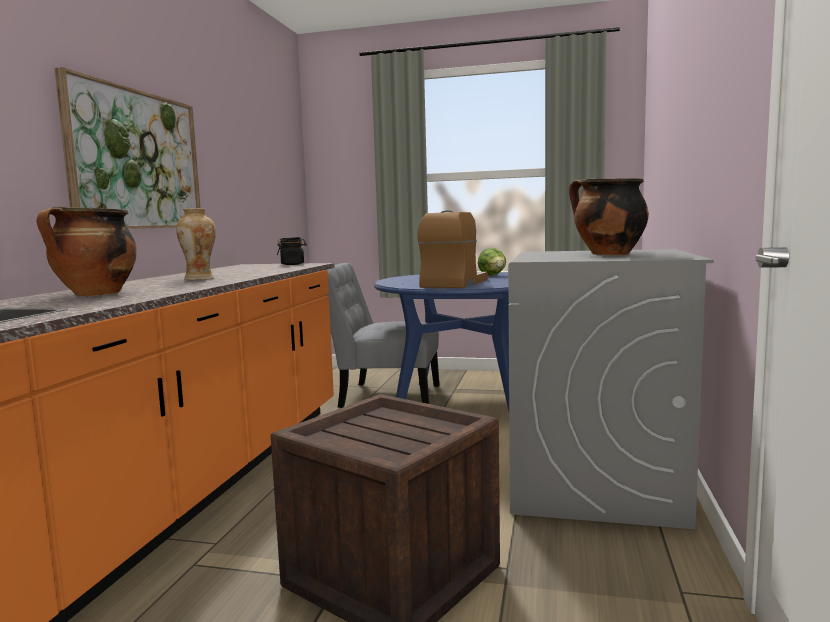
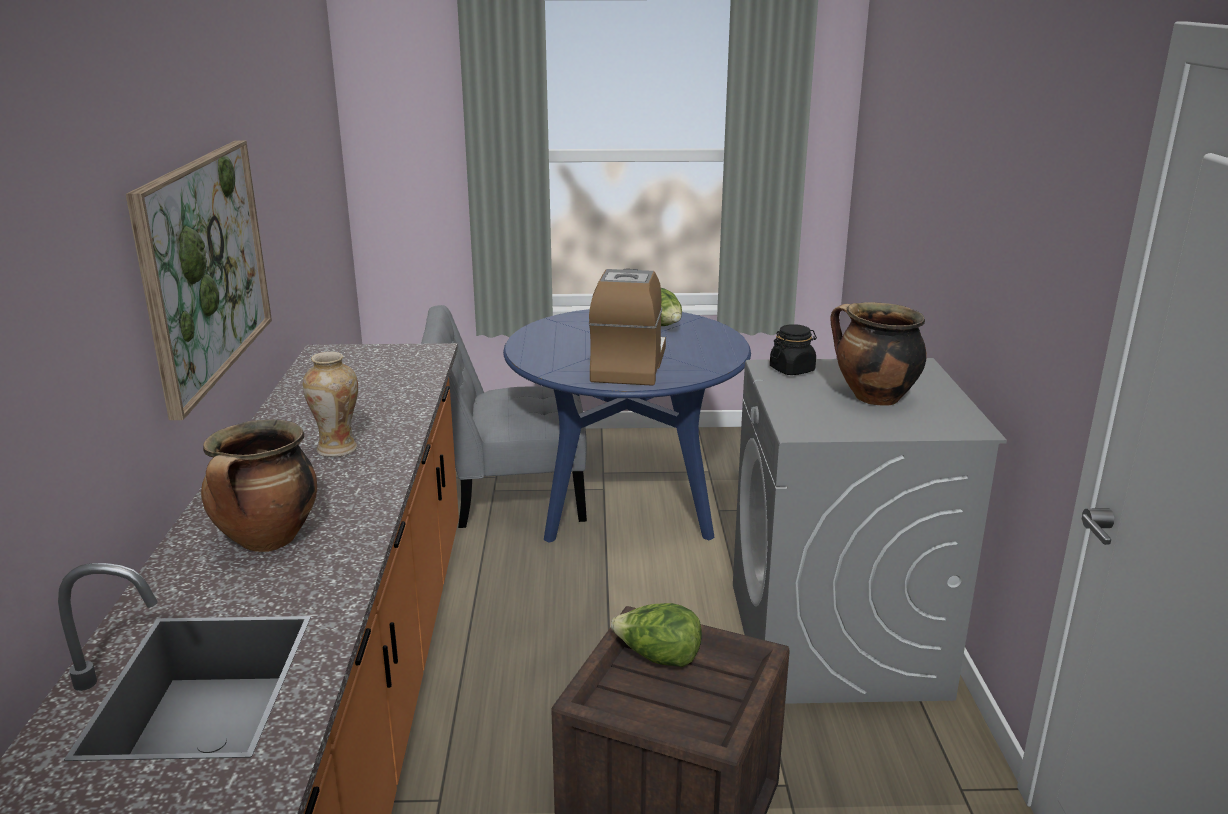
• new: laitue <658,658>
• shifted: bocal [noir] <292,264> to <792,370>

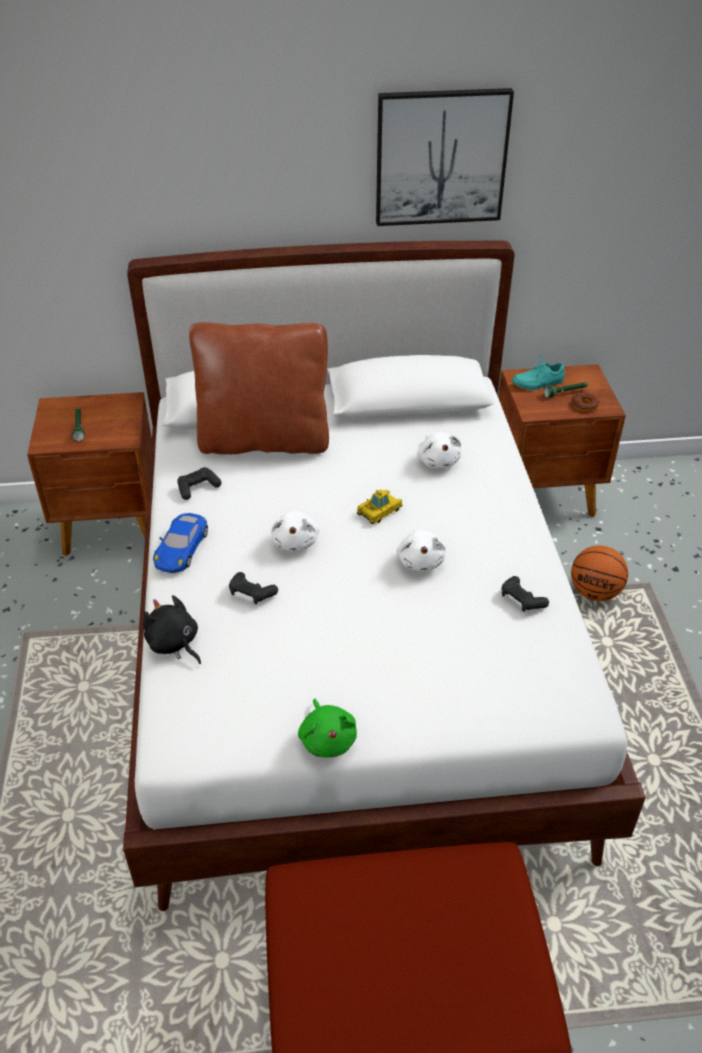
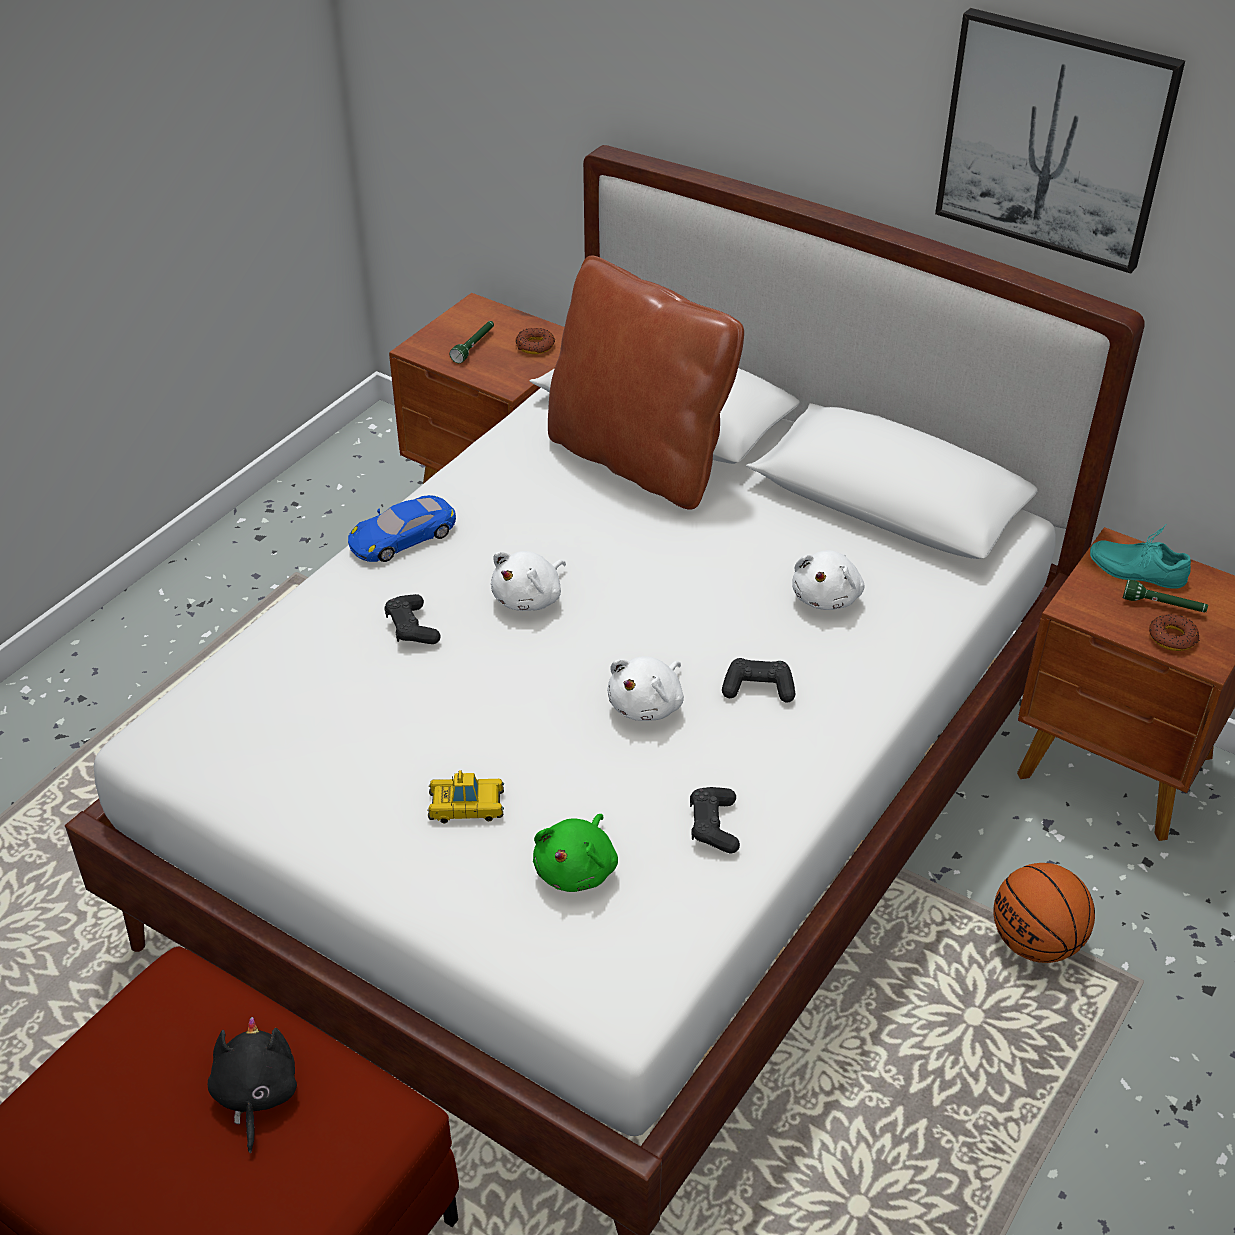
• new: beignet <535,346>
• shifted: peluche [noir] <174,644> to <255,1095>
• shifted: manette [noir] <198,488> to <758,688>
• shifted: peluche [vert] <327,739> to <577,869>
• shifted: petite voiture <379,511> to <466,806>

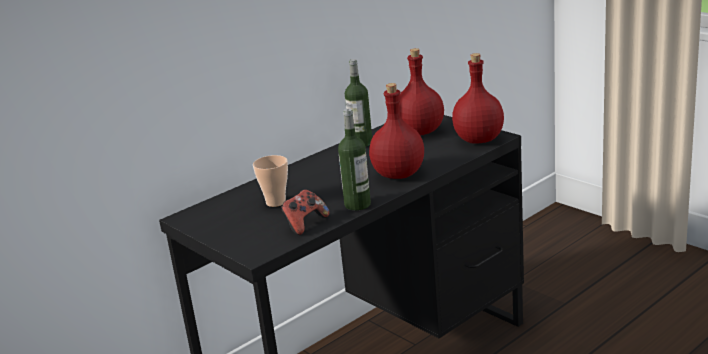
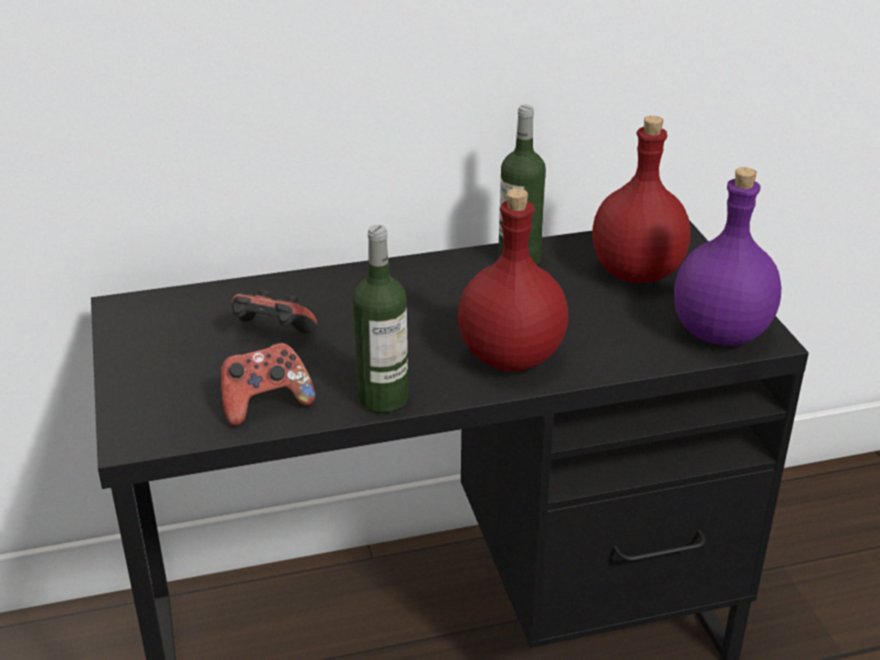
• swapped: tasse <276,202> to manette <272,335>
• repainted: bouteille [rouge] <478,140> to bouteille [violet] <719,333>

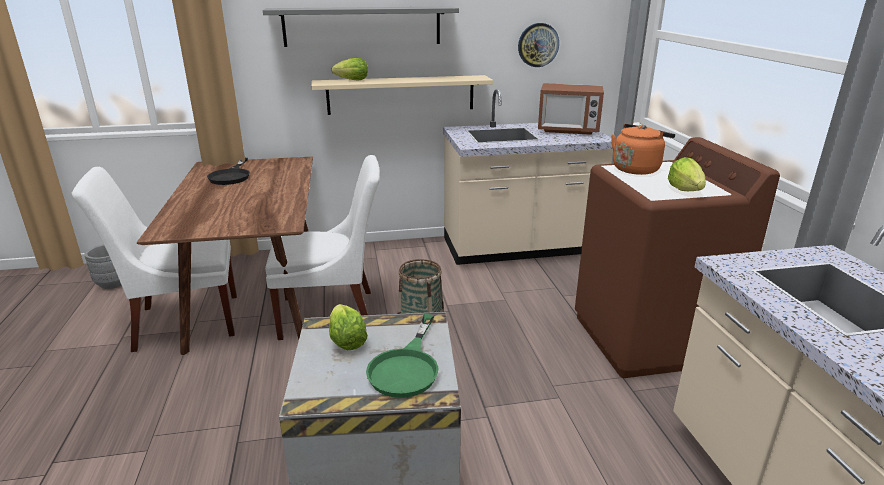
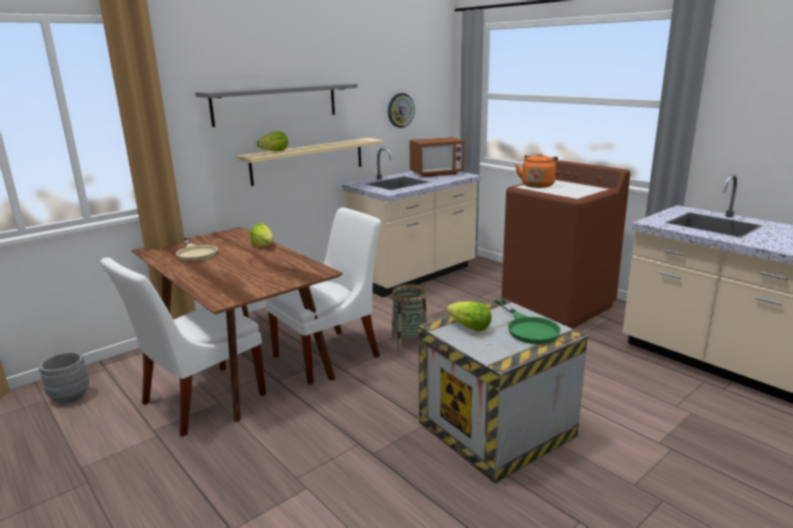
• shifted: laitue <685,190> to <264,245>
• repainted: poêle [noir] <231,176> to poêle [beige] <195,253>

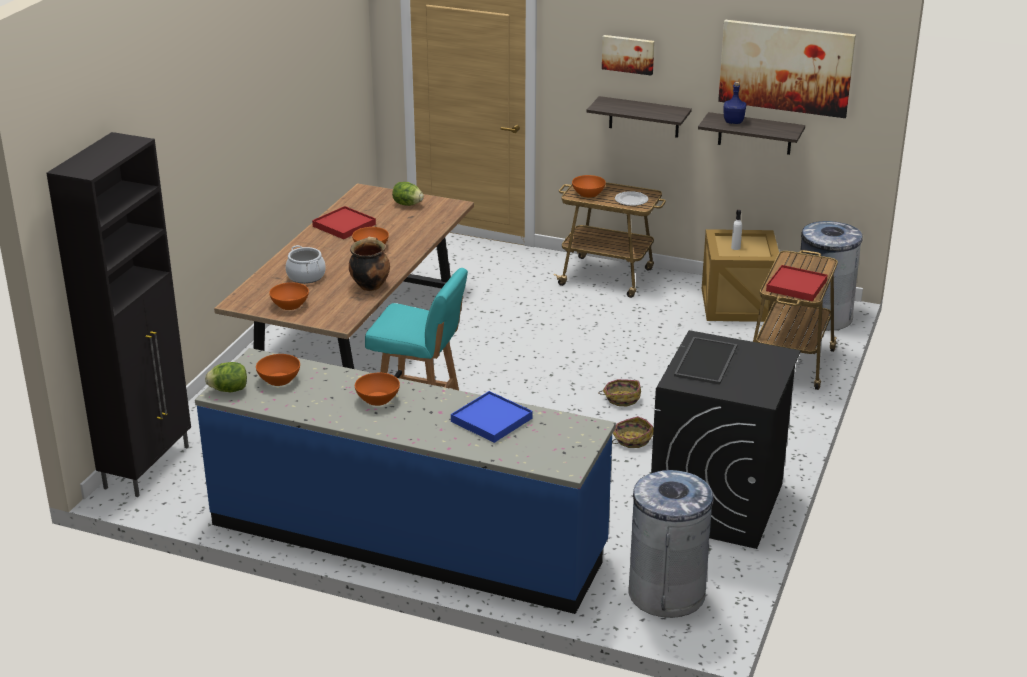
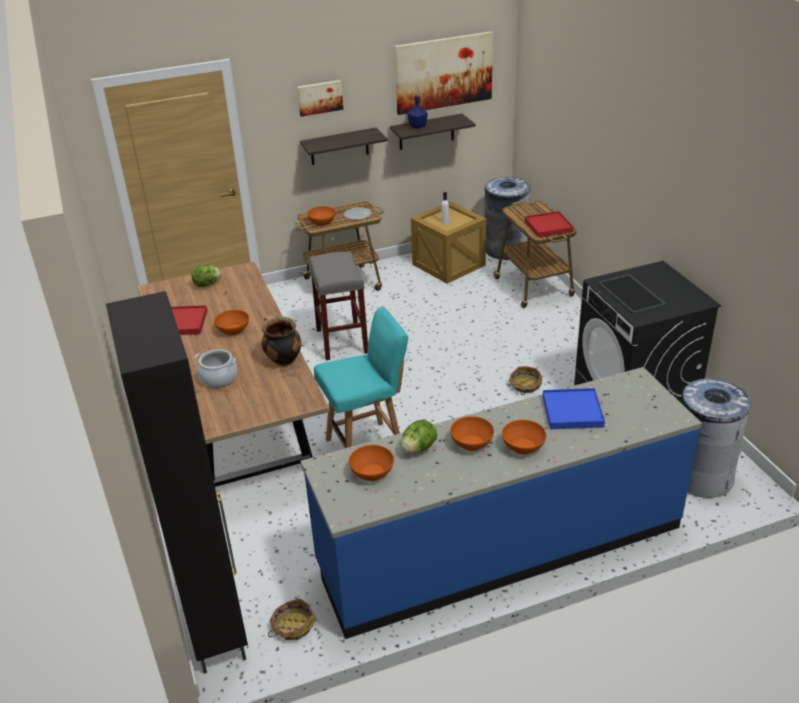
• new: tabouret [gris] <341,341>
• shifted: laitue <229,390> to <418,448>
• shifted: bol [orange] <290,305> to <523,446>
• shifted: panier <621,398> to <292,626>

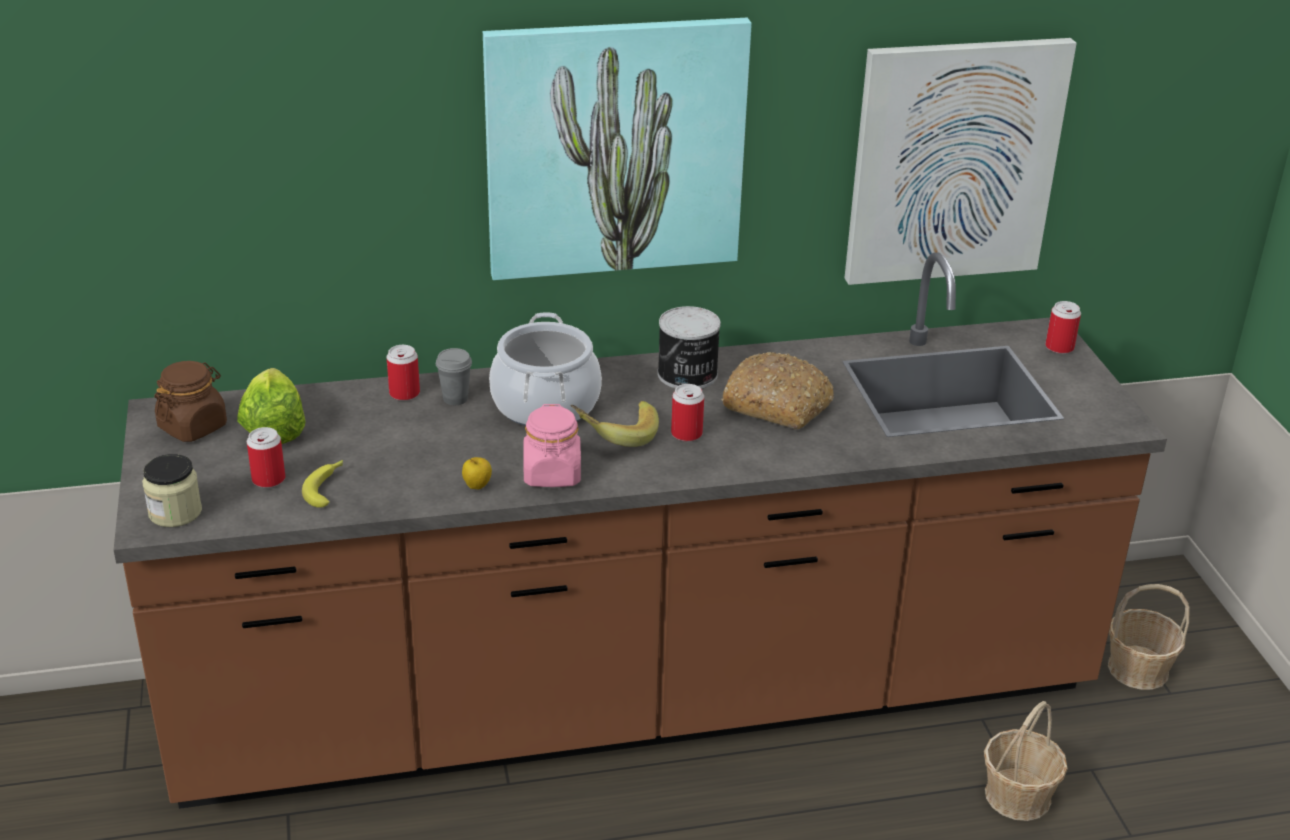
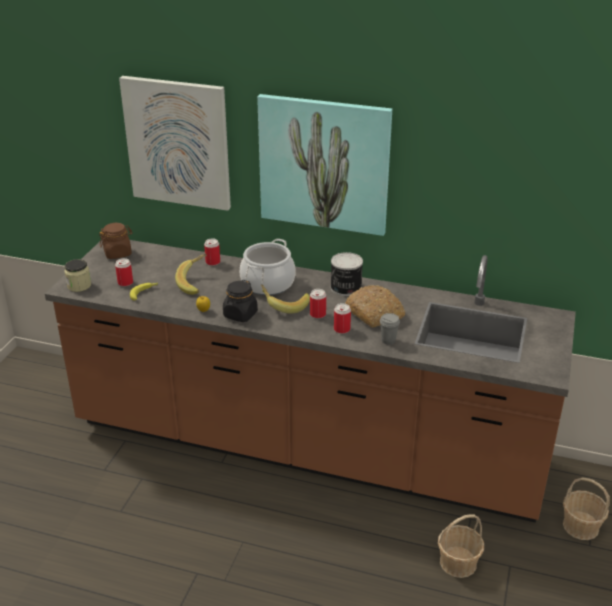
• gone: laitue <273,428>
• new: banane <196,283>
• shifted: tasse [gris] <455,399> to <388,340>
• shifted: tableau <953,161> to <178,143>
• shifted: boîte métallique <1059,347> to <342,329>
• repainted: bocal [rose] <552,474> to bocal [noir] <240,314>

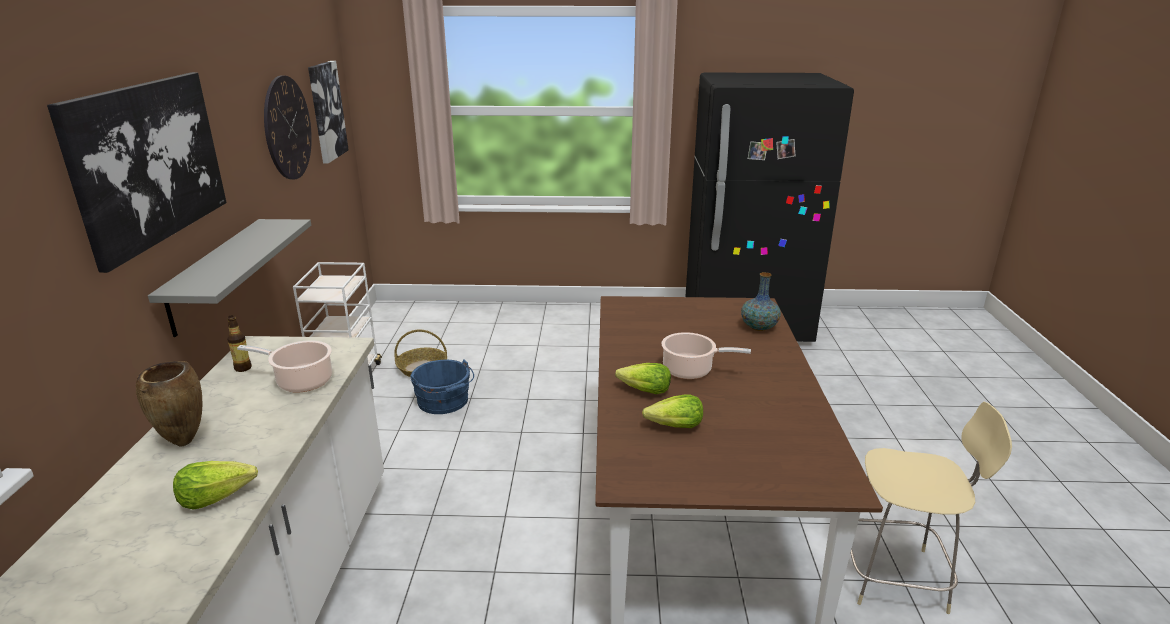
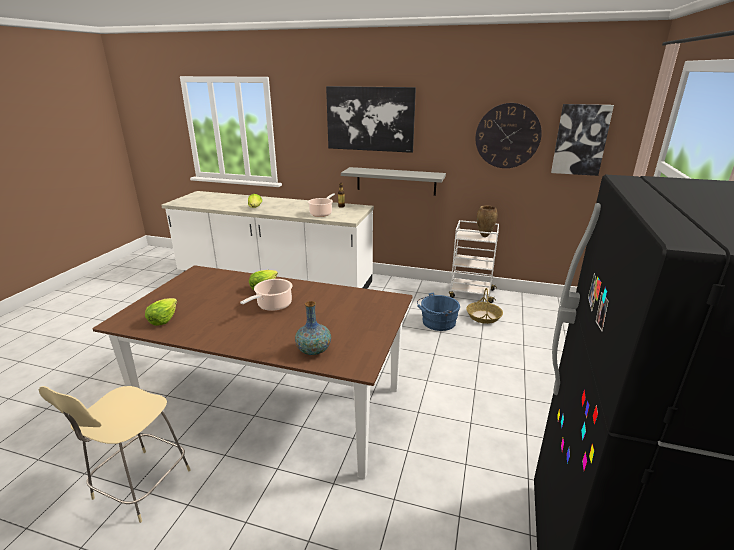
• shifted: vase [marron] <184,443> to <484,236>
• shifted: laitue <675,426> to <163,319>

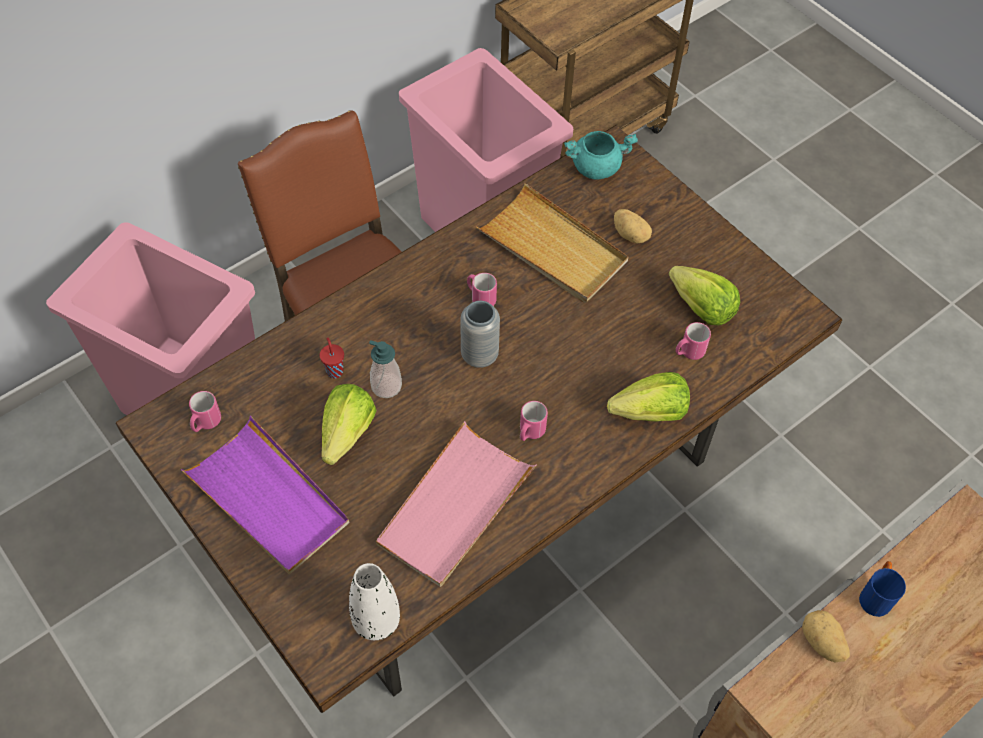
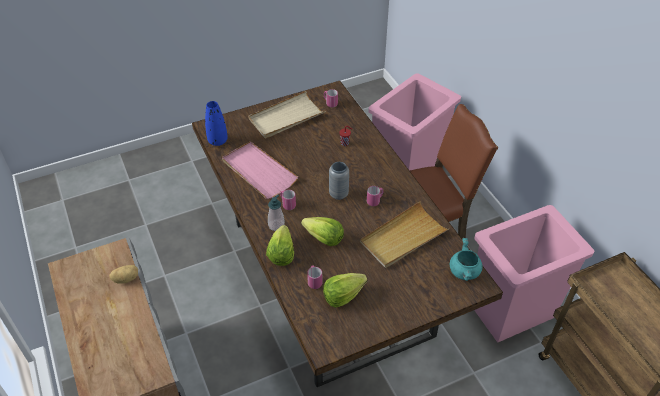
• gone: pomme de terre <631,234>
• gone: mug [bleu] <875,595>
• shifted: laitue <347,434> to <323,239>
• shifted: distributeur de savon <386,386> to <276,225>
• repainted: plateau [violet] <268,499> to plateau [beige] <286,117>
• repainted: vase [blanc] <376,620> to vase [bleu] <218,141>

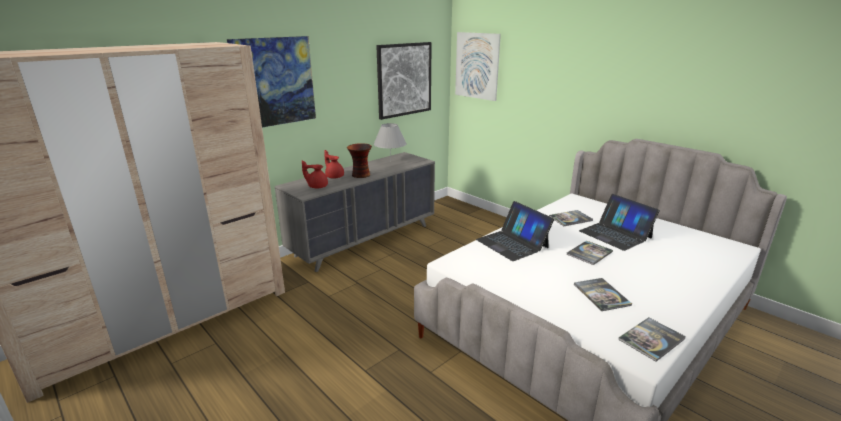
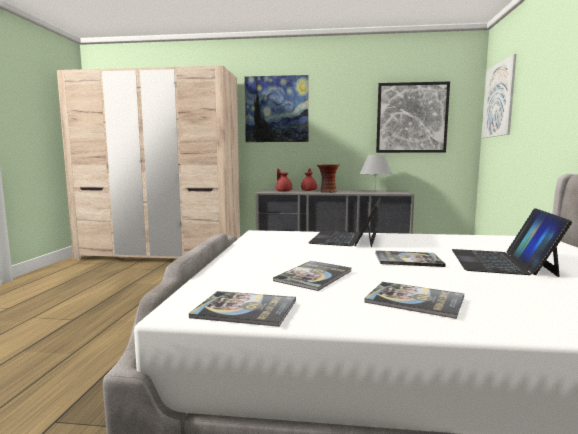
• shifted: livre <570,219> to <414,300>

